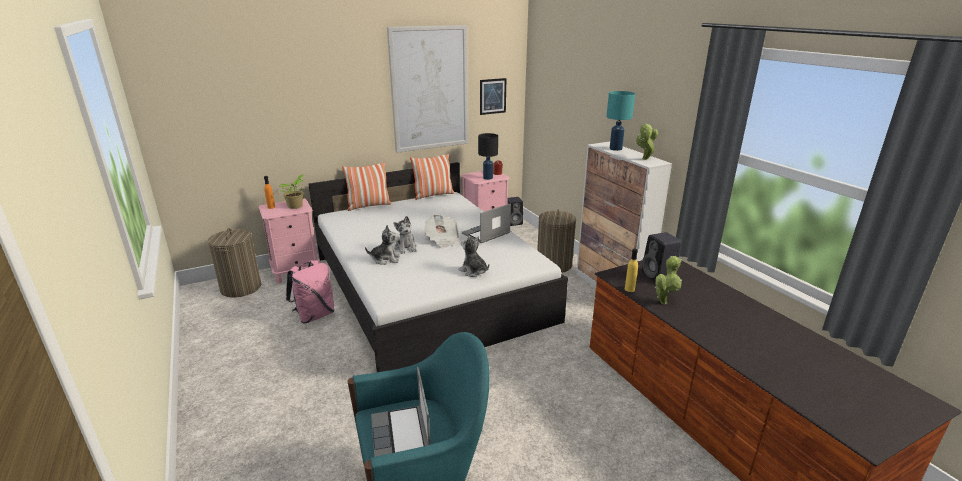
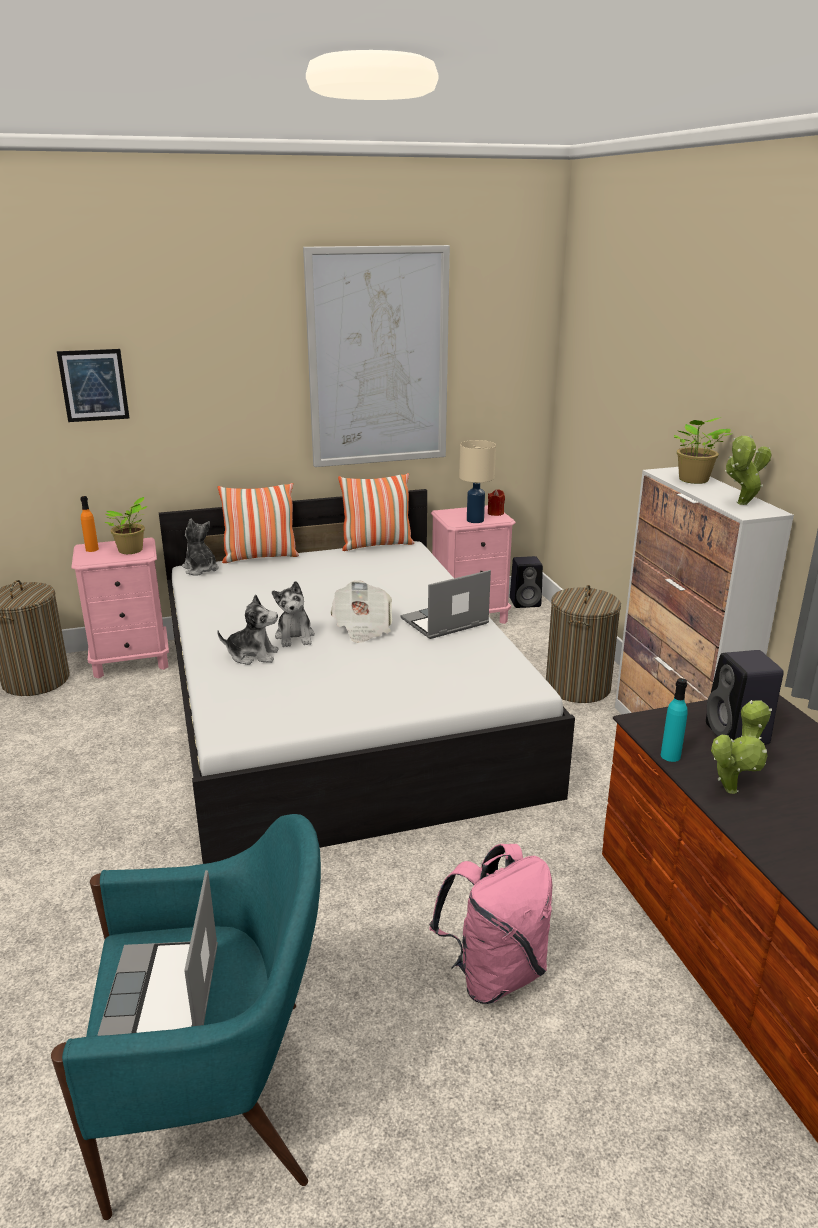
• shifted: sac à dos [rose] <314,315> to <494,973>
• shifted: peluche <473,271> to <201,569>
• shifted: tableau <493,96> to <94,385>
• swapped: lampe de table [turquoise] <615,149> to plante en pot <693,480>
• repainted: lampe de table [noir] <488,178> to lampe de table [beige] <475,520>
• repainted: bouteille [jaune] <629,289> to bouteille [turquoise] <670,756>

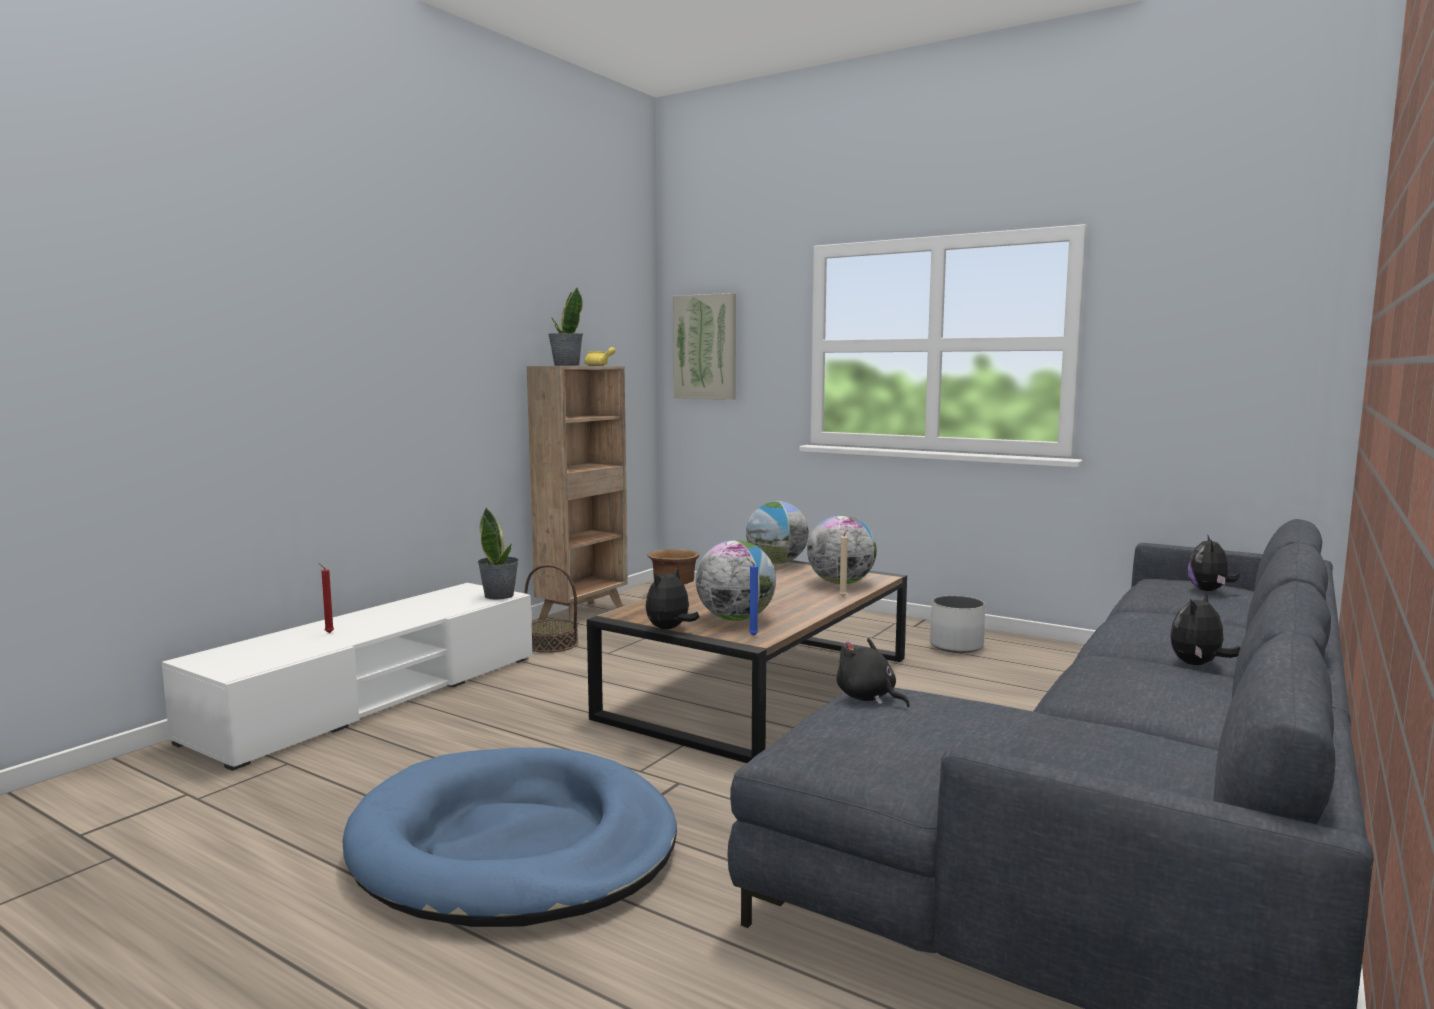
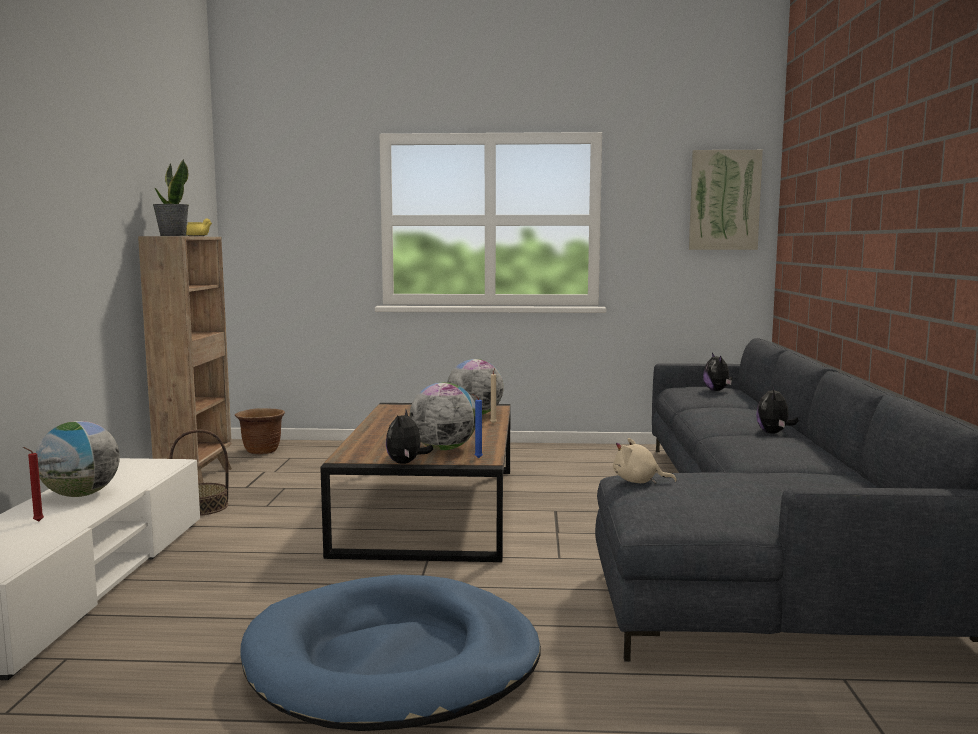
• gone: plante en pot <499,595>
• gone: cache-pot [blanc] <956,646>
• shifted: tableau <705,347> to <724,200>
• shifted: globe <776,563> to <80,495>
• repainted: peluche [noir] <868,698> to peluche [beige] <638,481>

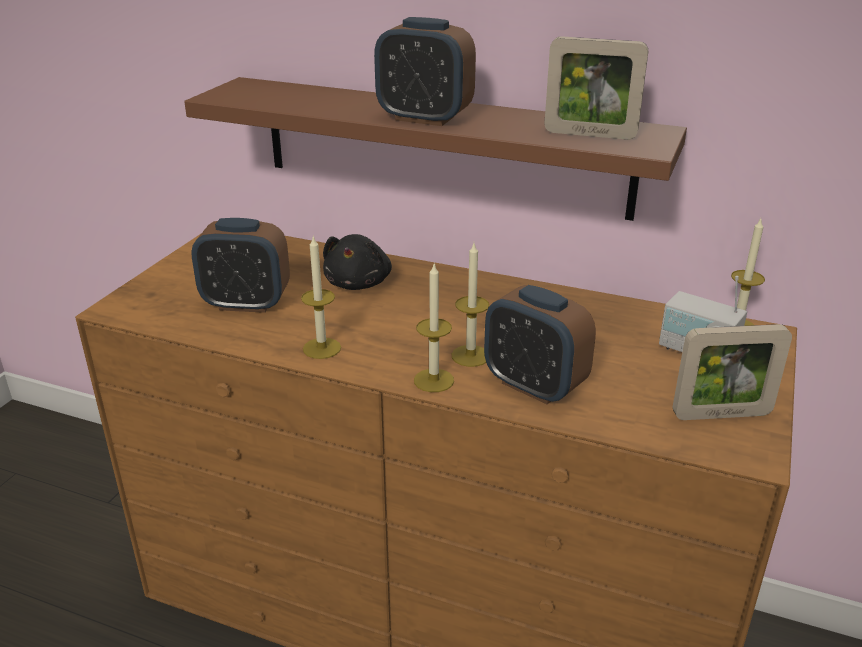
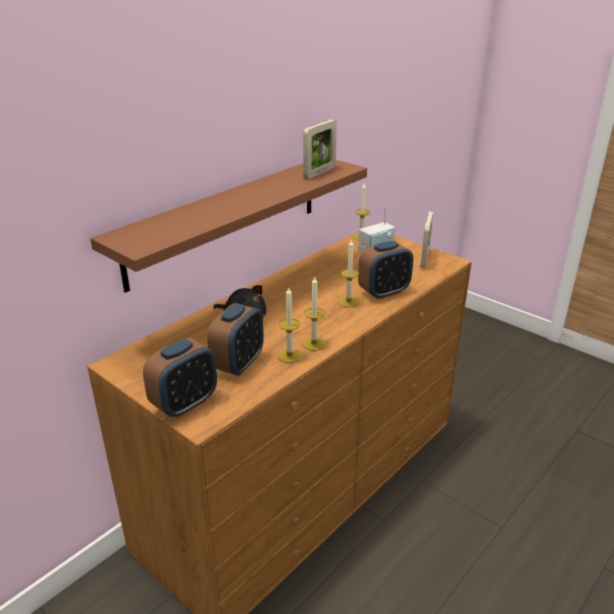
• shifted: réveil <424,118> to <185,403>
• shifted: bougie <433,380> to <289,355>

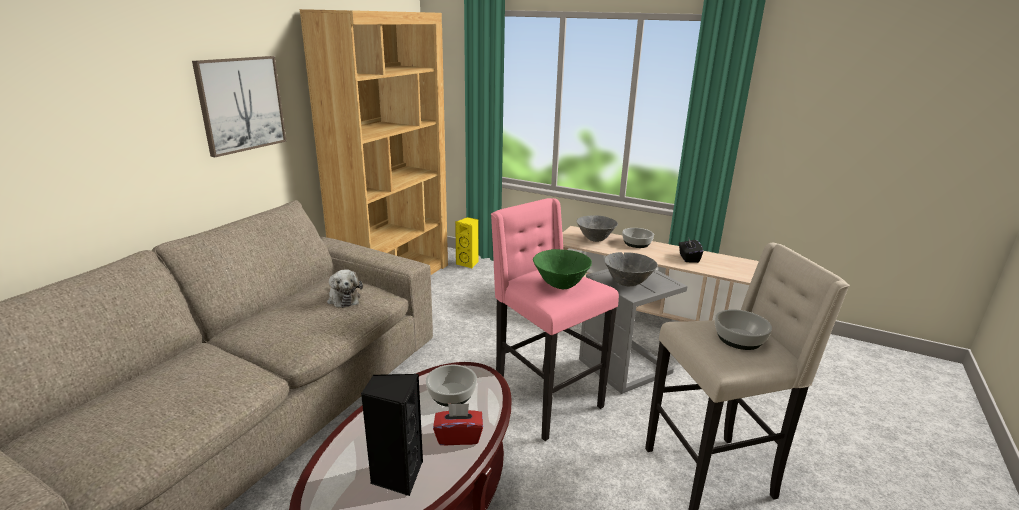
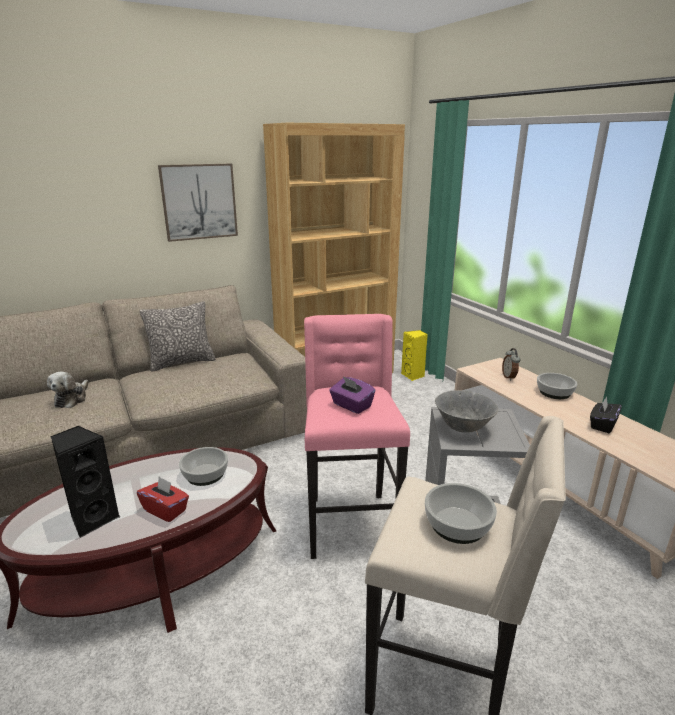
• new: coussin <182,362>
• shifted: peluche <343,298> to <72,399>
• swapped: bol [vert] <560,285> to boîte à mouchoirs [violet] <351,406>
• swapped: bol [gris] <595,239> to réveil <509,377>

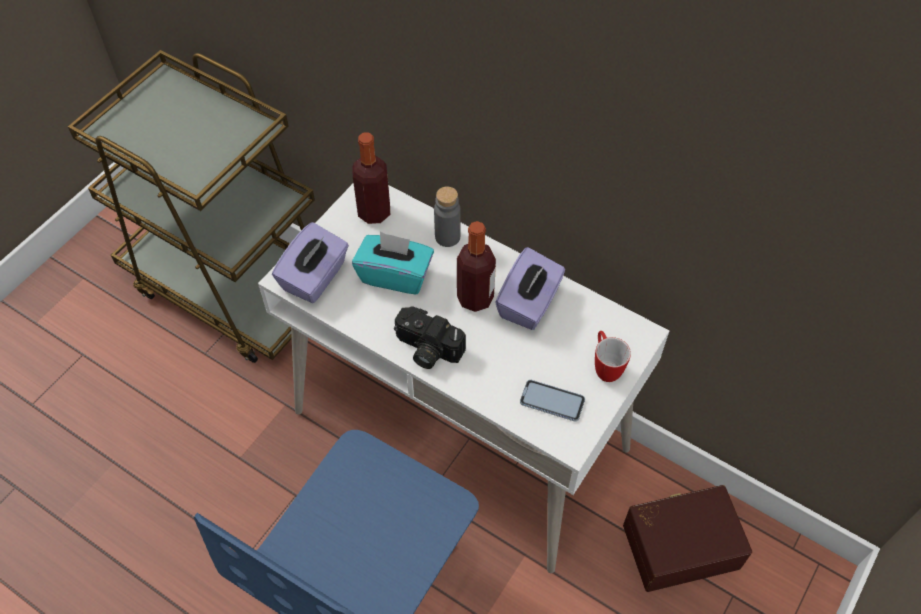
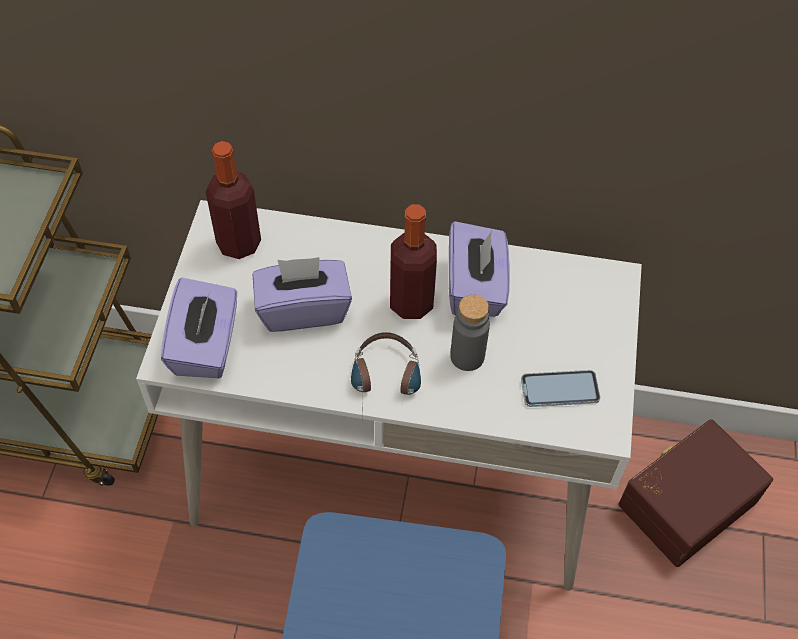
• gone: mug <605,366>
• shifted: bouteille [gris] <447,237> to <467,356>
• swapped: appareil photo <426,349> to casque audio <386,383>
• repainted: boîte à mouchoirs [turquoise] <395,275> to boîte à mouchoirs [violet] <303,309>

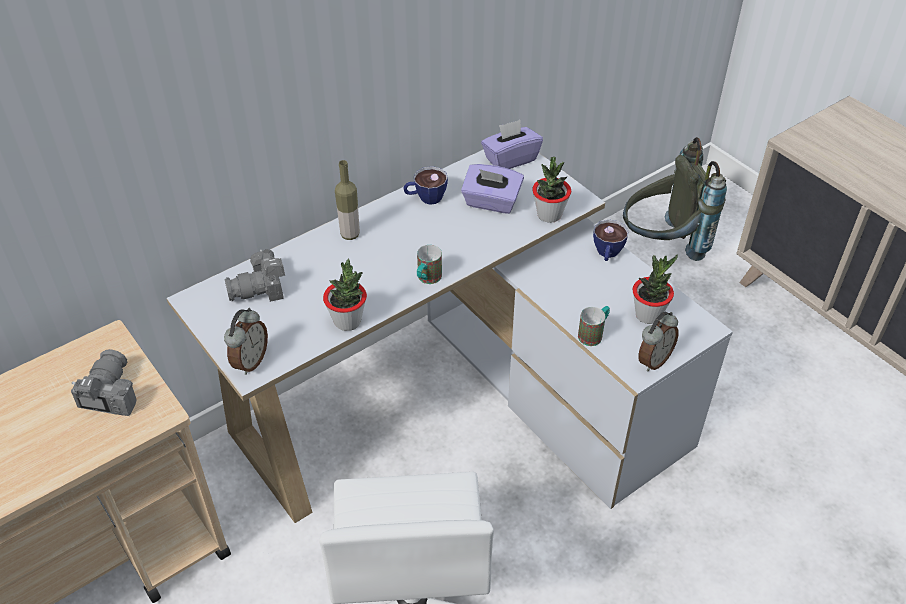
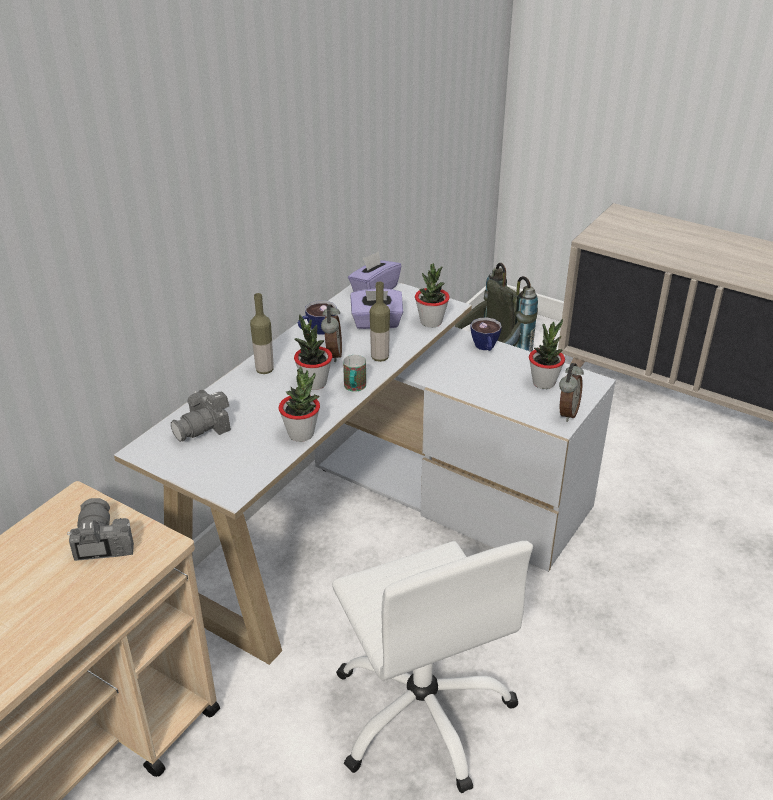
• gone: mug <593,334>
• new: plante en pot <314,383>
• new: bouteille <380,357>
• shifted: réveil <250,361> to <332,355>

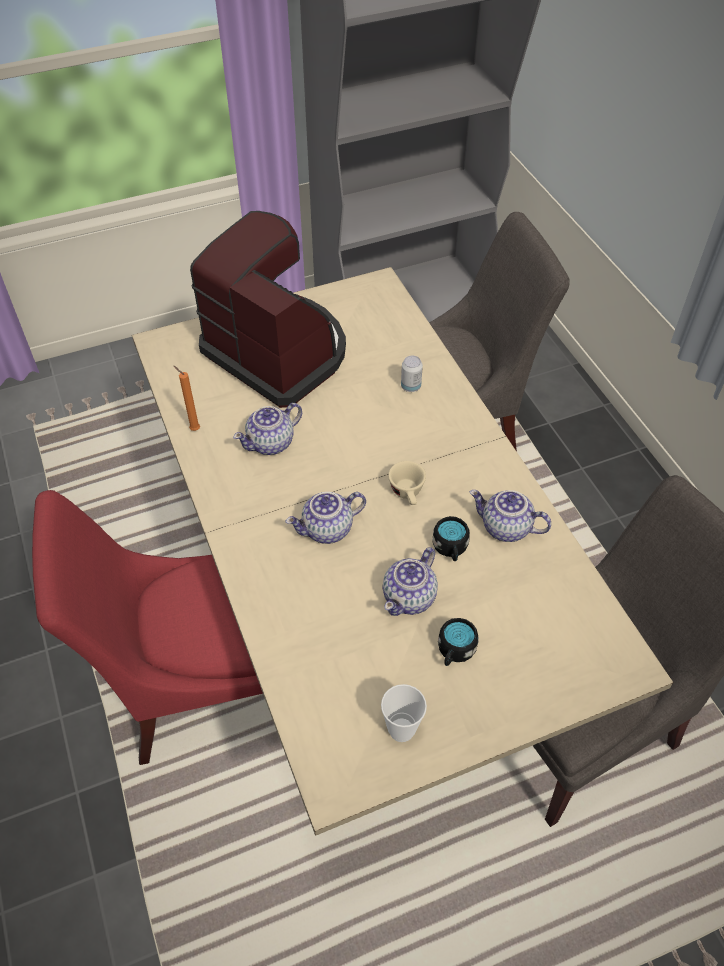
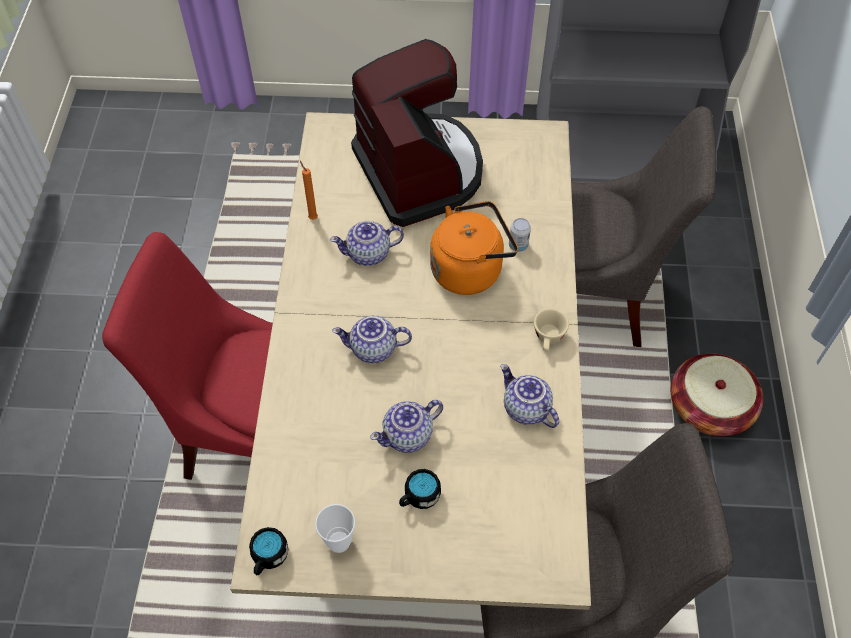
• new: bouilloire [orange] <470,269>
• new: panier <709,407>
• shifted: tasse [beige] <408,494> to <548,339>
• shifted: mug [noir] <450,548> to <268,557>

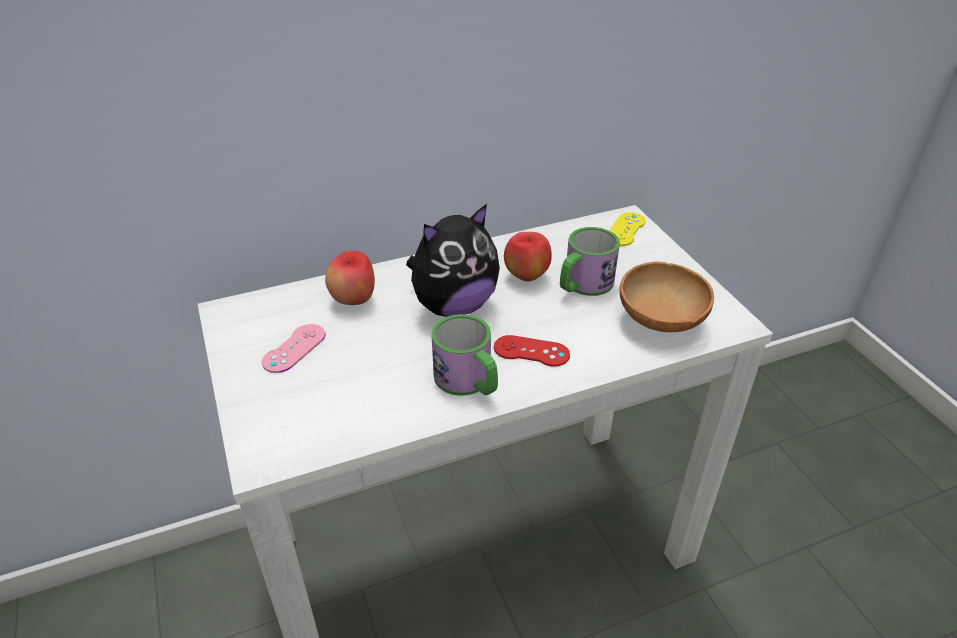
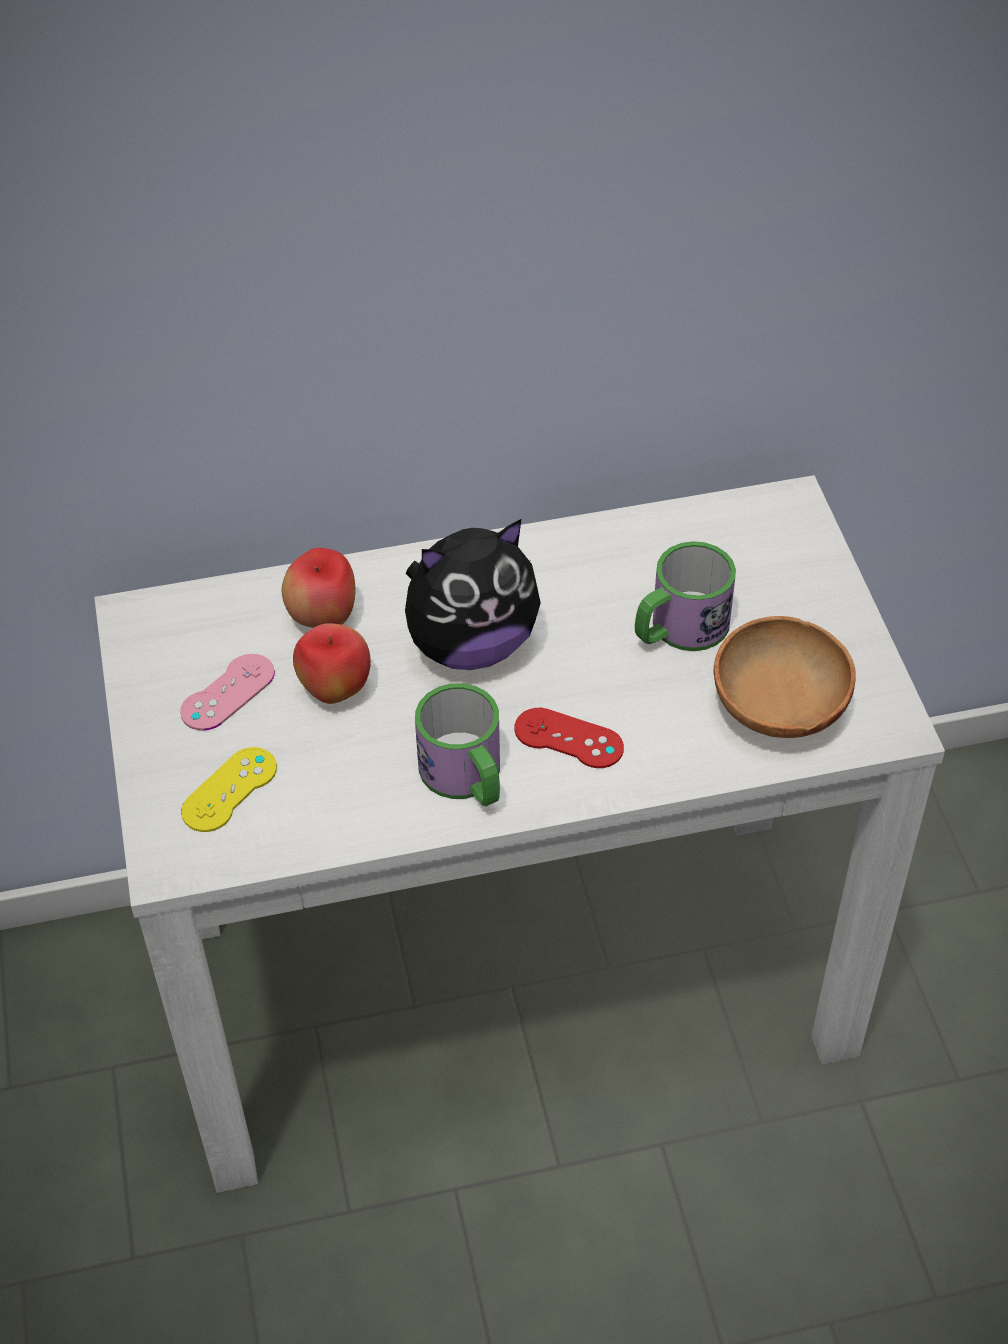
• shifted: pomme <527,276> to <335,690>
• shifted: manette [jaune] <625,229> to <229,790>

